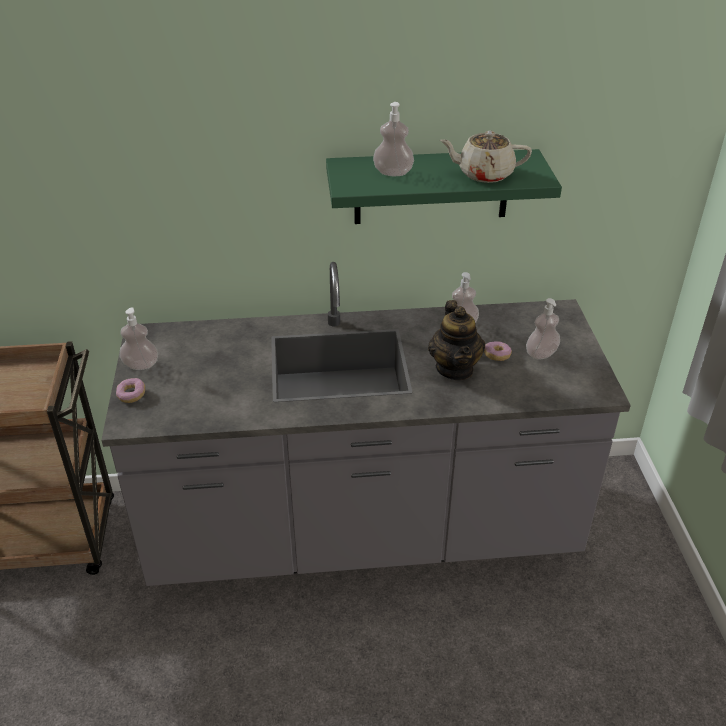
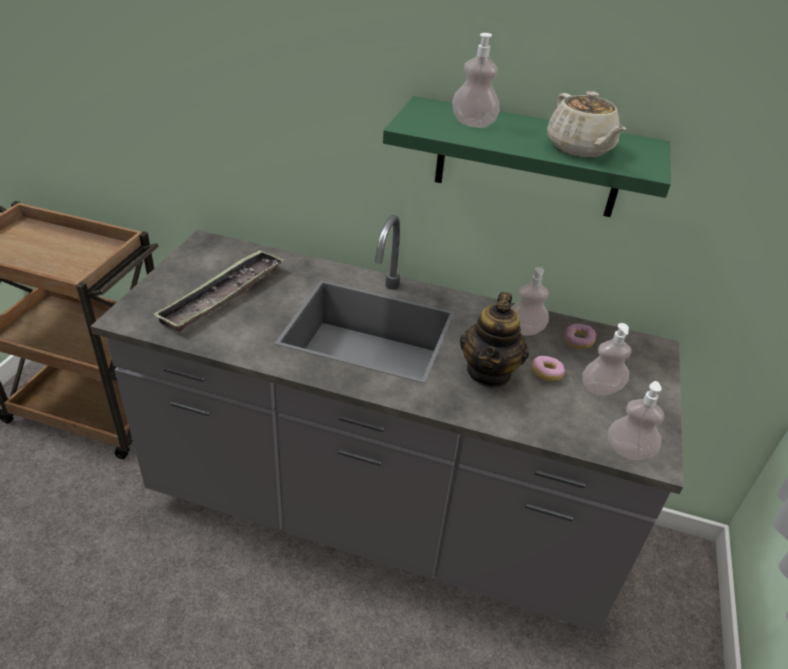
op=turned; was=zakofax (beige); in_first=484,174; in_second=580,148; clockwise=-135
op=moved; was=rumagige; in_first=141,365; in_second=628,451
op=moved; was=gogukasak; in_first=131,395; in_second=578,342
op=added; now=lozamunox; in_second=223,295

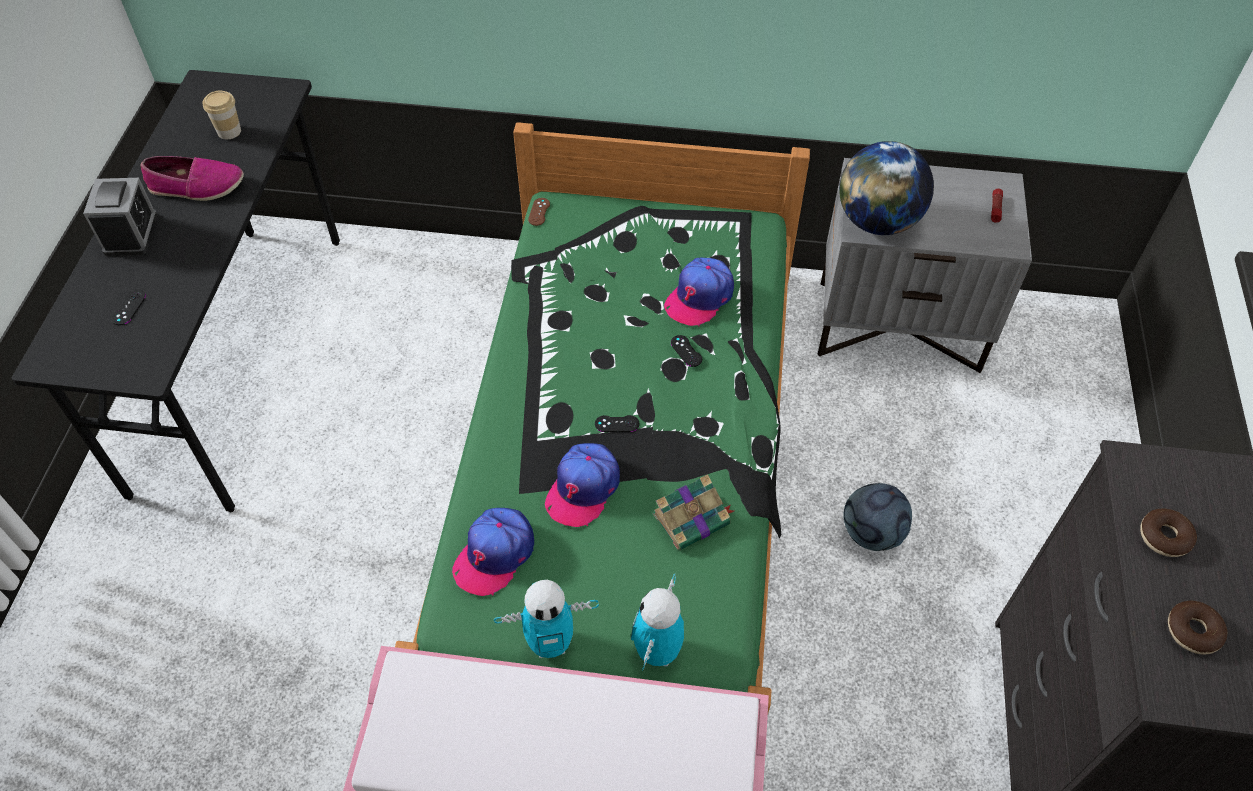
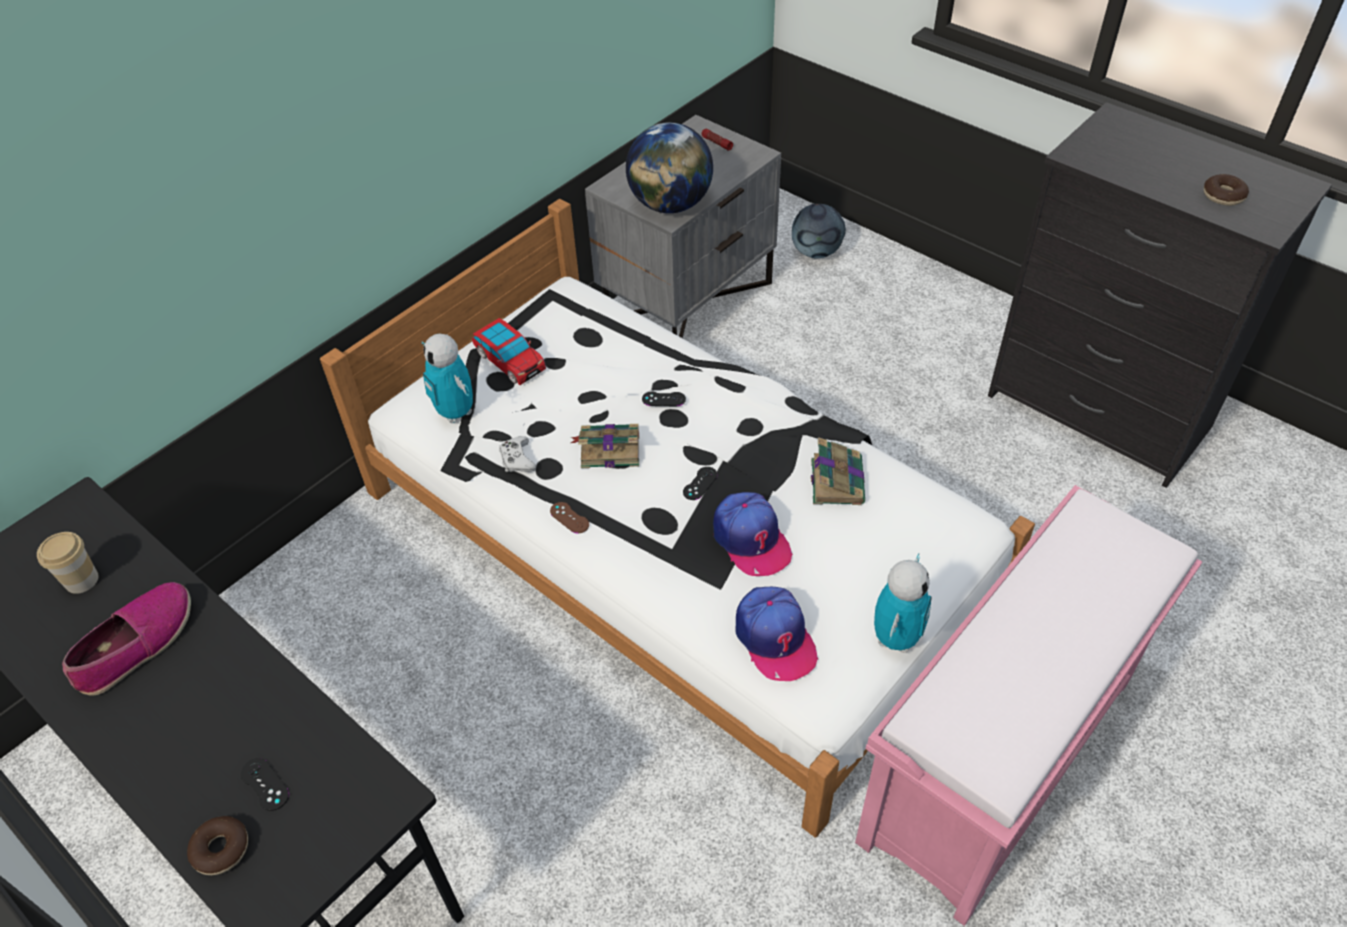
op=recoloured; was=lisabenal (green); now=lisabenal (white); in_first=625,460; in_second=674,541
op=removed; was=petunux; in_first=130,234
op=moved; was=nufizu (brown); in_first=539,212; in_second=569,518
op=removed; was=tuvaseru; in_first=699,297
op=moved; was=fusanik; in_first=872,533; in_second=816,252
op=moved; was=gogukasak; in_first=1164,537; in_second=221,849
op=moved; was=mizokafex; in_first=657,651; in_second=456,412
op=added; now=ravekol; in_second=510,361
op=added; now=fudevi; in_second=608,449
op=added; now=nufizu (white); in_second=517,459

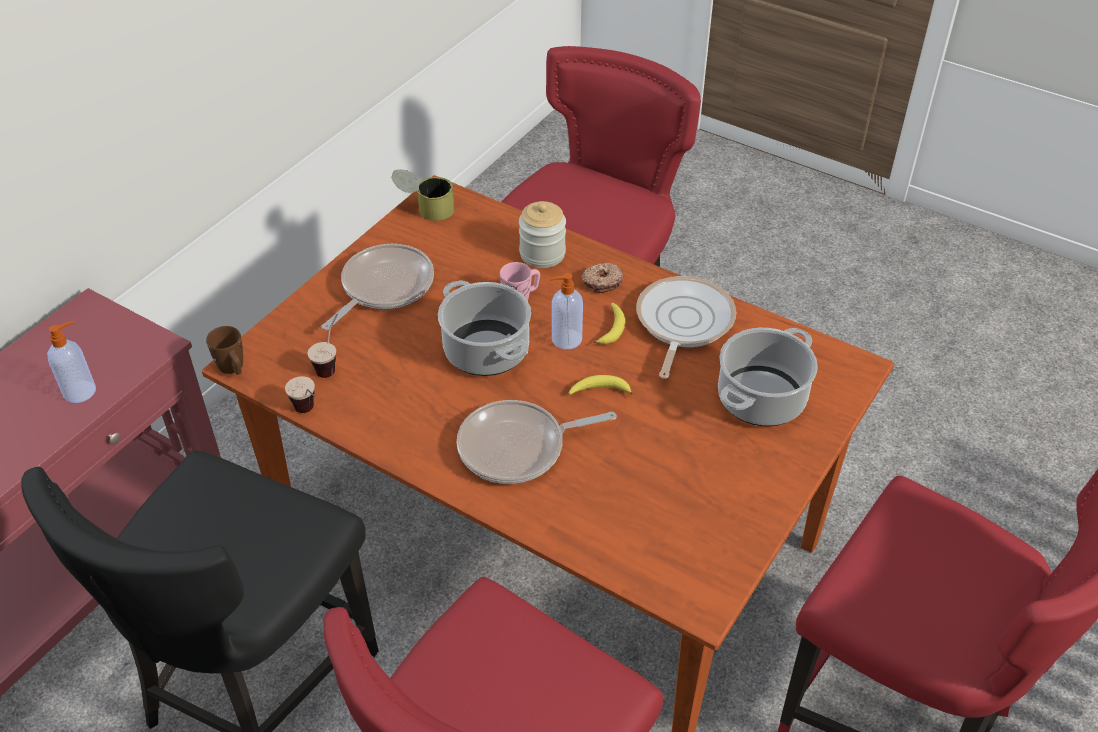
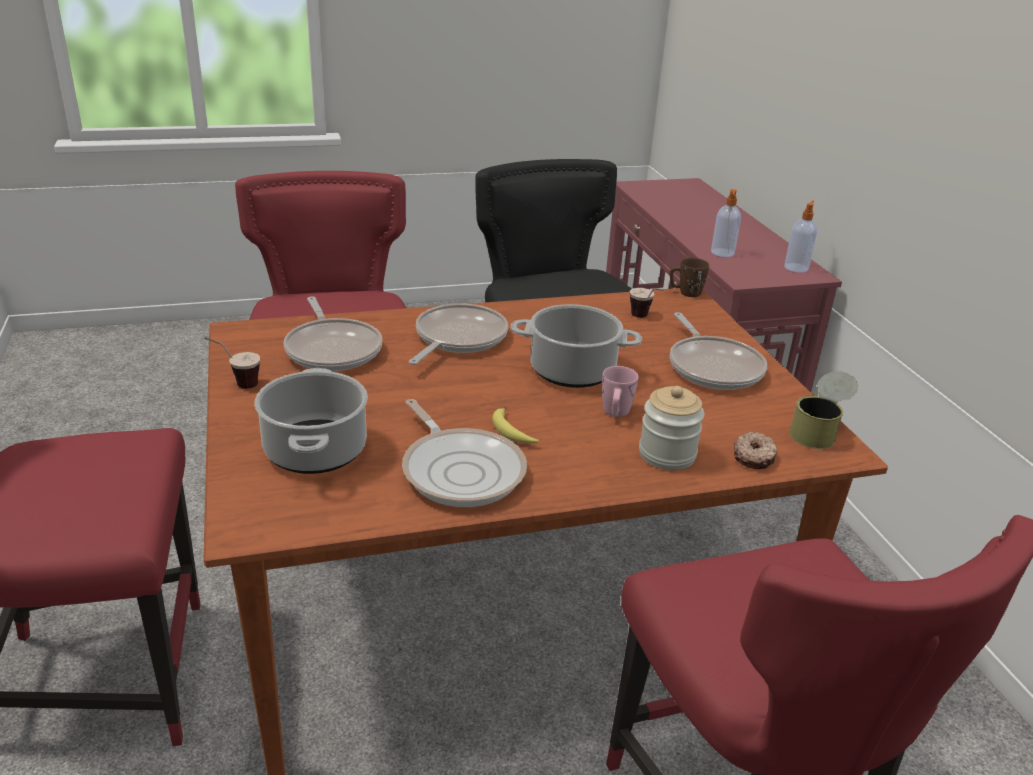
op=moved; was=gogukasak; in_first=601,282; in_second=754,457
op=moved; was=rumagige; in_first=565,339; in_second=796,267
op=removed; was=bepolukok; in_first=600,391
op=moved; was=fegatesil; in_first=309,413; in_second=236,383
op=added; now=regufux; in_second=333,349

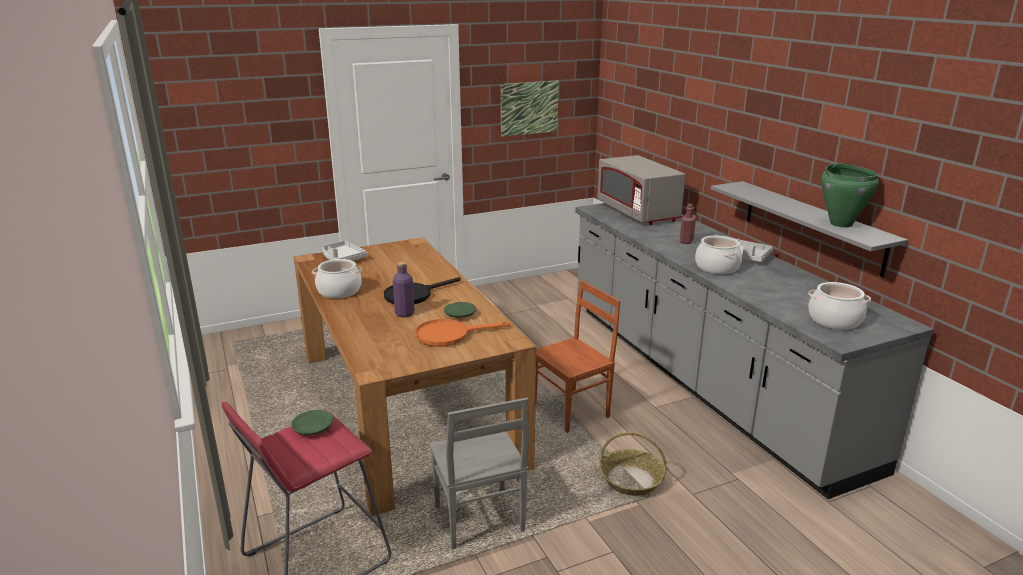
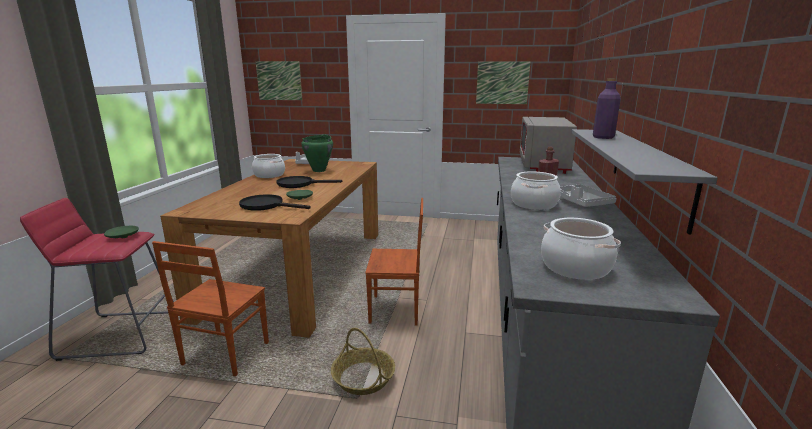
op=moved; was=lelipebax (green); in_first=841,224; in_second=319,170
op=moved; was=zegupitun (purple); in_first=404,313; in_second=603,137
op=recoloured; was=regufux (orange); now=regufux (black); in_first=450,335; in_second=267,206
op=recoloured; was=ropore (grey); now=ropore (brown); in_first=478,520; in_second=224,355
op=added; now=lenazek; in_second=279,80

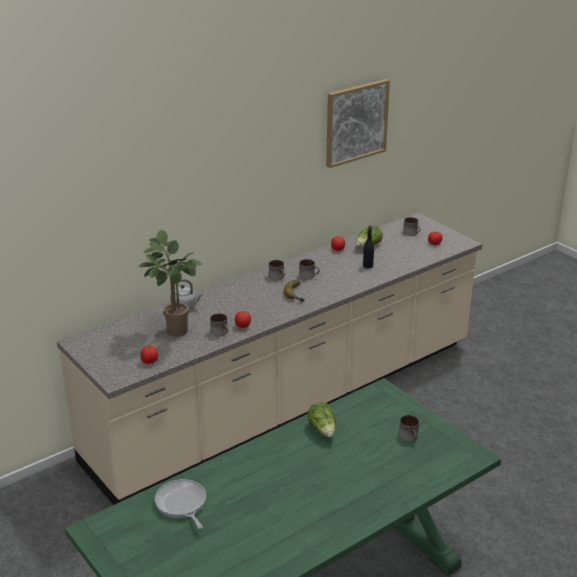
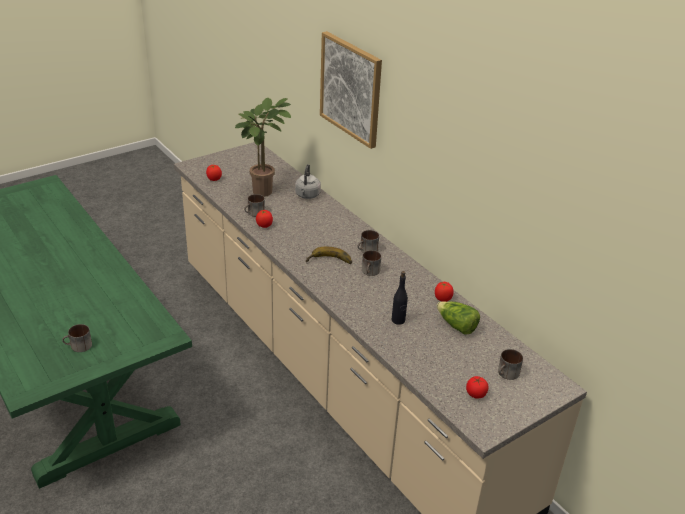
op=moved; was=lenazek; in_first=356,122; in_second=351,89
op=removed; was=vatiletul; in_first=323,430
op=removed; was=regufux; in_first=181,504

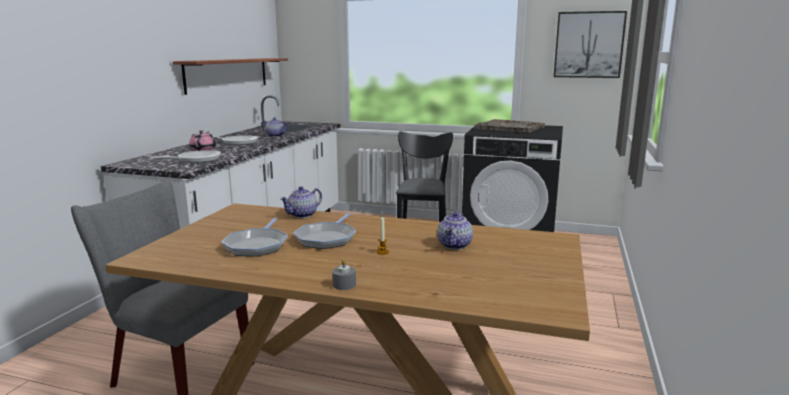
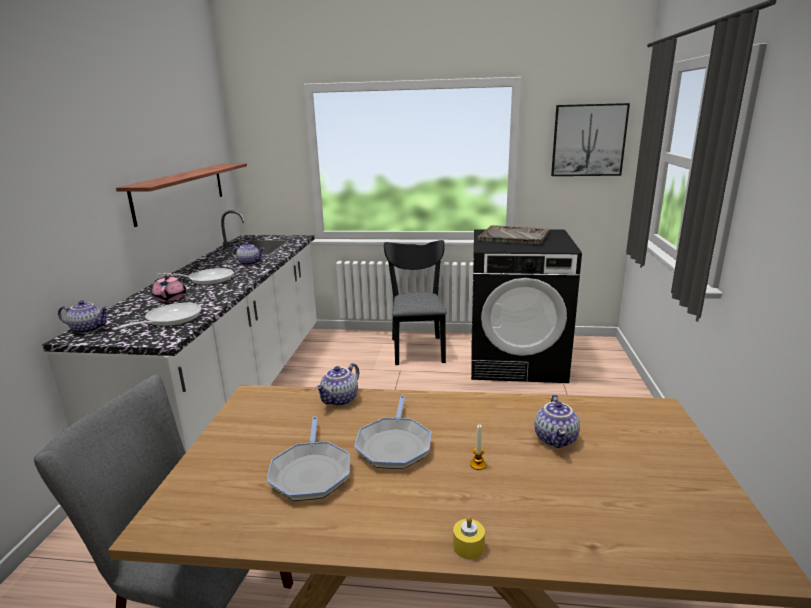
op=recoloured; was=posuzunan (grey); now=posuzunan (yellow); in_first=344,284; in_second=468,546
op=added; now=zakofax; in_second=89,329

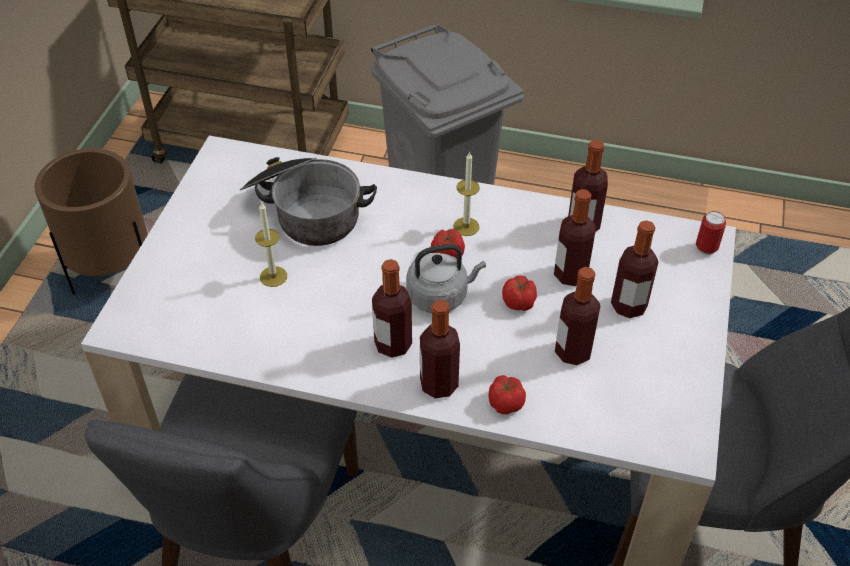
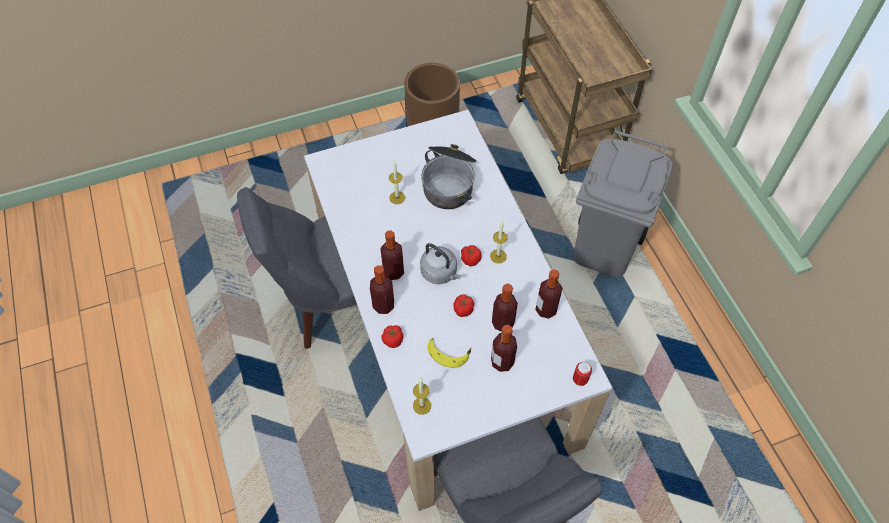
op=replaced; was=zegupitun; now=bepolukok; in_first=573,352; in_second=449,352
op=added; now=posuzunan; in_second=422,405

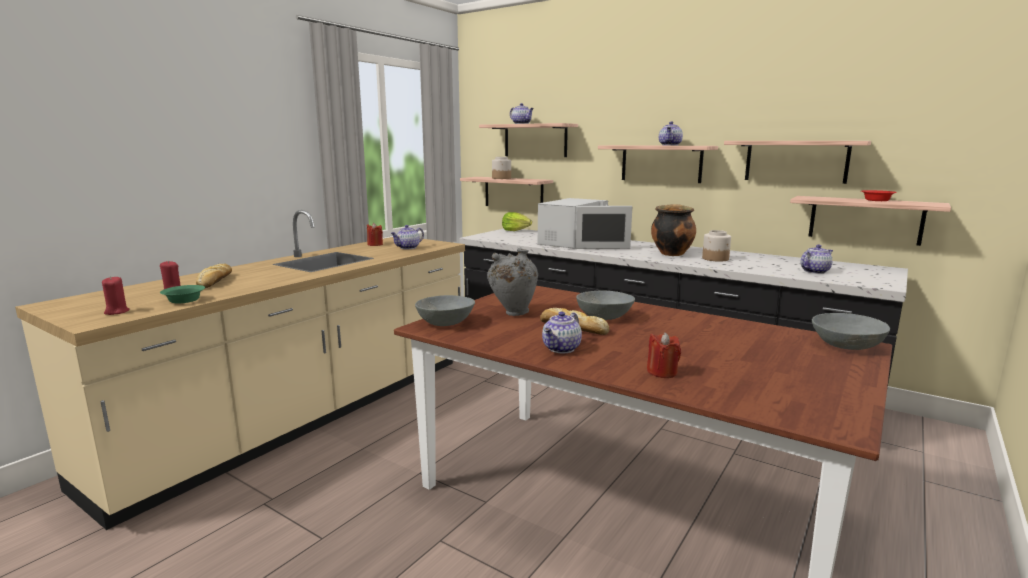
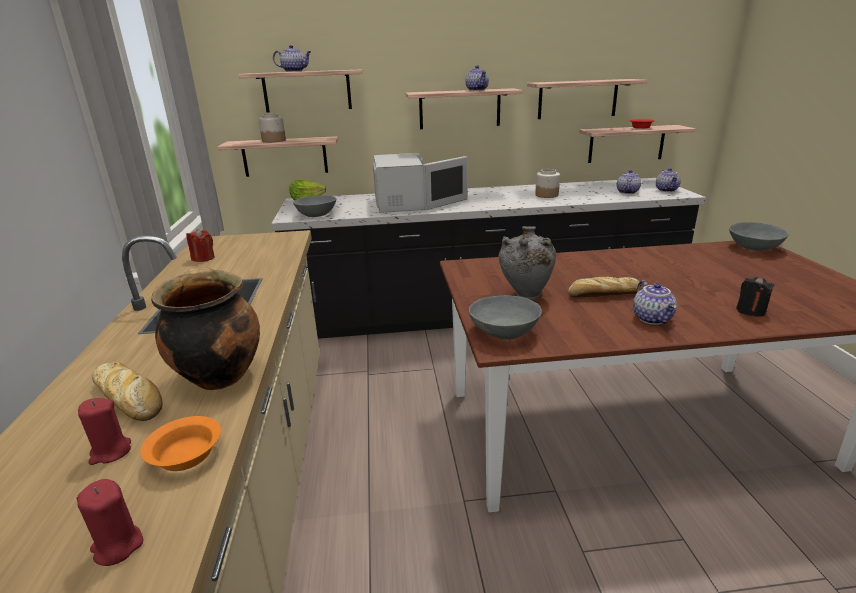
op=moved; was=lelipebax; in_first=671,253; in_second=219,375
op=moved; was=zakofax; in_first=408,248; in_second=667,190
op=recoloured; was=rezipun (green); now=rezipun (orange); in_first=183,300; in_second=184,457
op=moved; was=rezipun (grey); in_first=605,317; in_second=317,215
op=recoloured; was=posuzunan (red); now=posuzunan (black); in_first=662,372; in_second=750,311

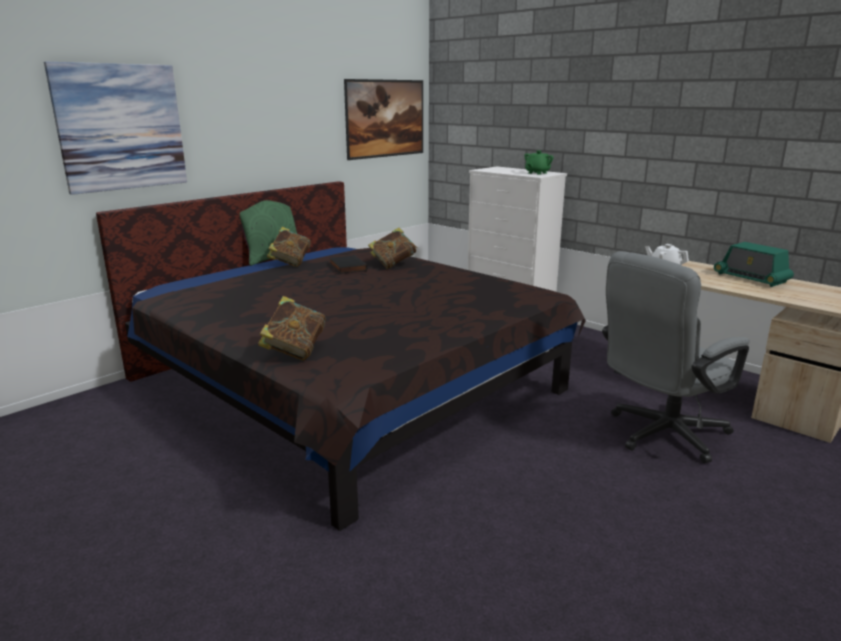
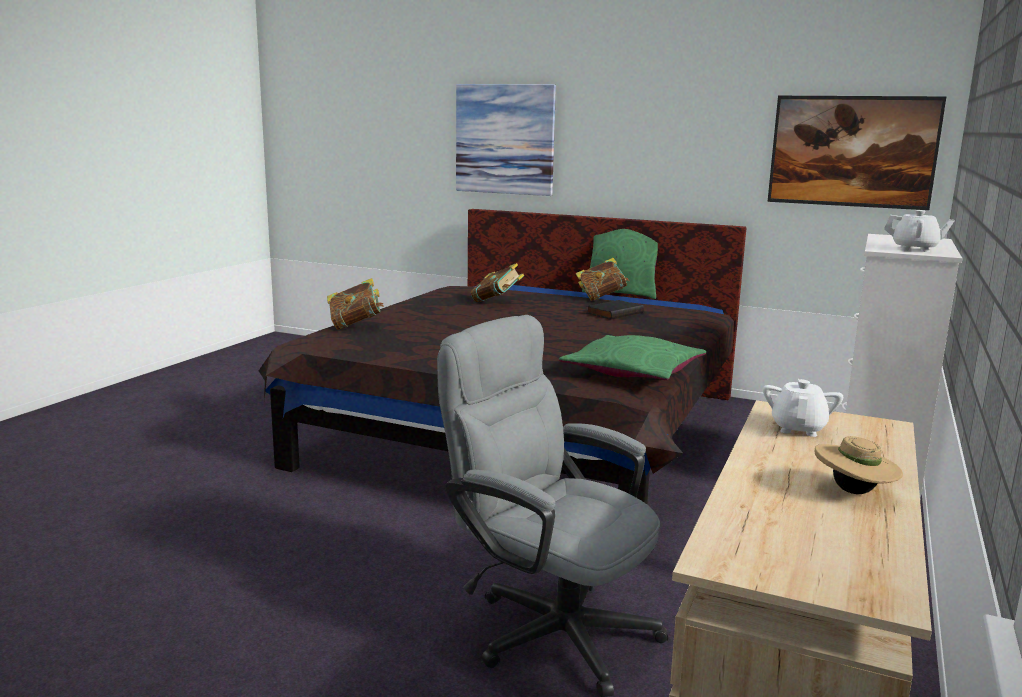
op=recoloured; was=zakofax (green); now=zakofax (white); in_first=537,173; in_second=915,249
op=moved; was=fudevi; in_first=393,264; in_second=497,302
op=replaced; was=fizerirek; now=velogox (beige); in_first=751,278; in_second=853,492
op=added; now=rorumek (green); in_second=633,372

